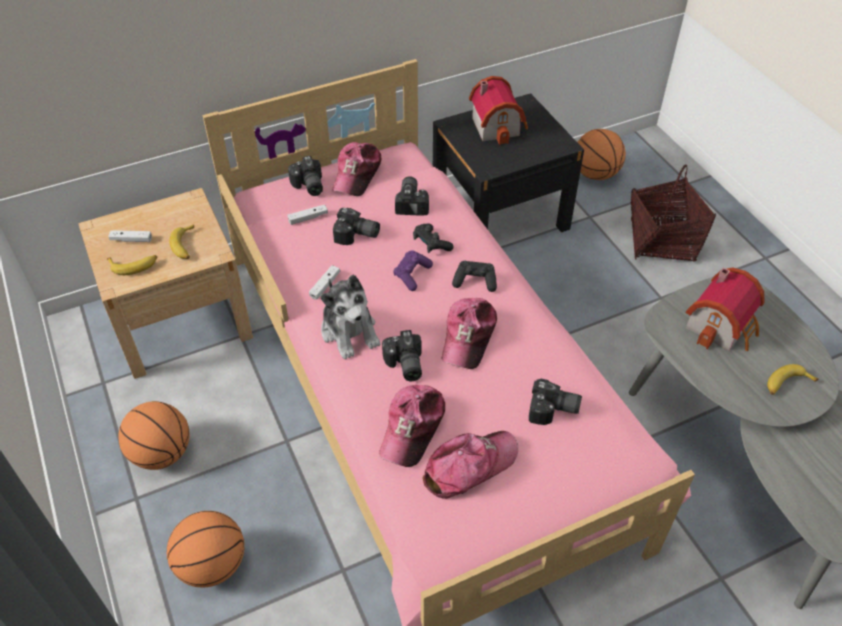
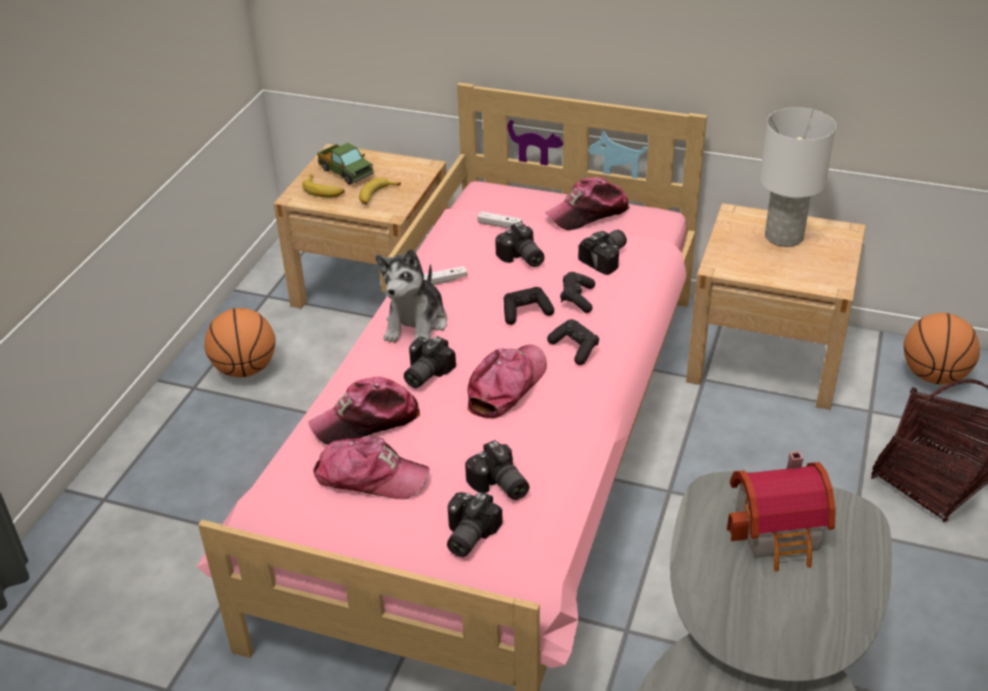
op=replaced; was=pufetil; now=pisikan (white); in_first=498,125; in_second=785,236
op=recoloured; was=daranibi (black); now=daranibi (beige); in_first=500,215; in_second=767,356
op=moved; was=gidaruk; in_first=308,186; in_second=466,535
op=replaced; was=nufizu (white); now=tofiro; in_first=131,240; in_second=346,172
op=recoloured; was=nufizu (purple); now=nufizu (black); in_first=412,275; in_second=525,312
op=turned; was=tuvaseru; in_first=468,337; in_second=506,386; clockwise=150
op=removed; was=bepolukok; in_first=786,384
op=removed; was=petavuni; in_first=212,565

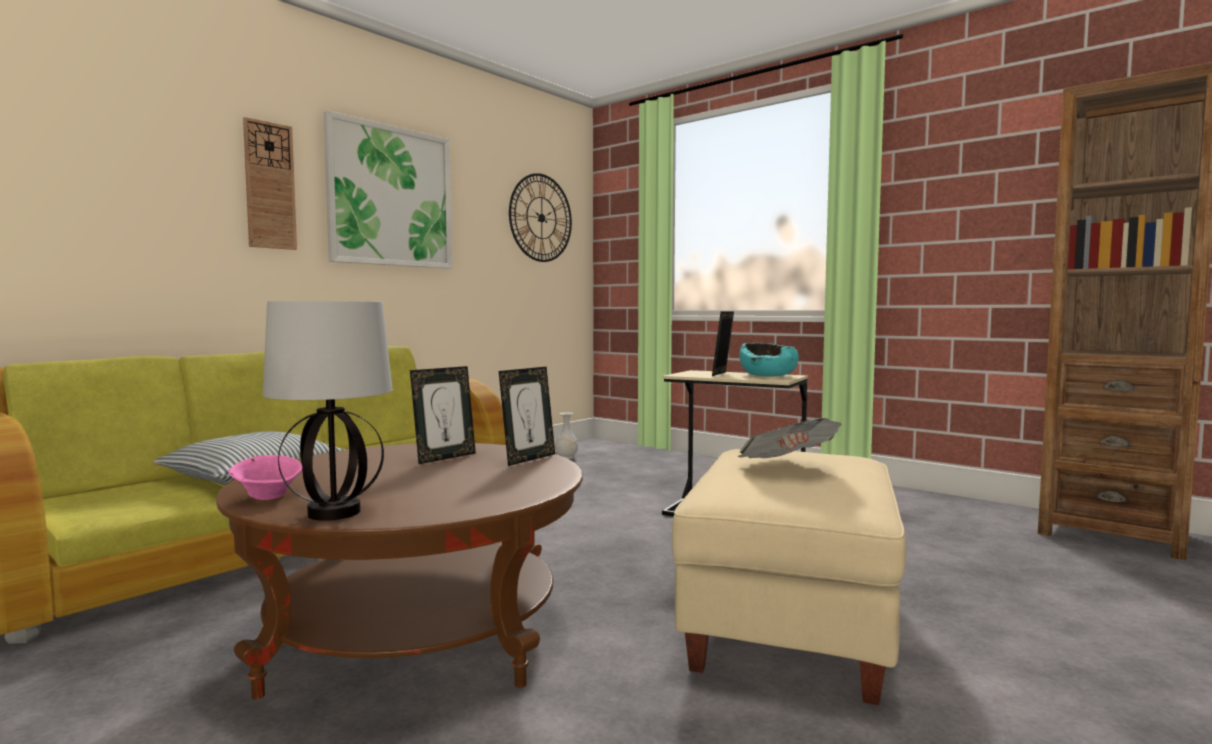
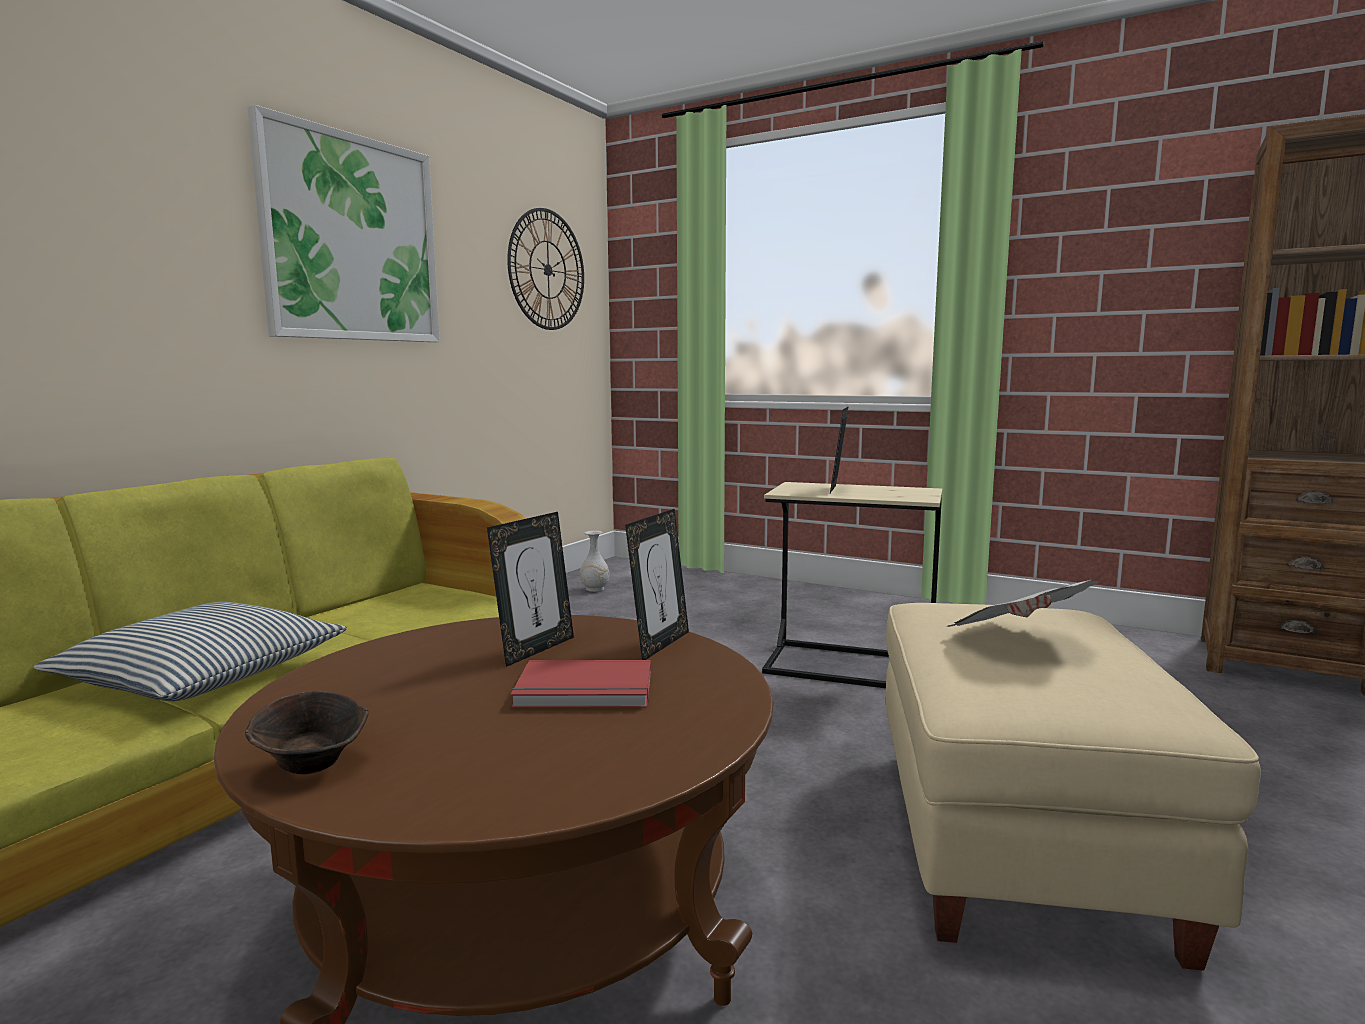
op=removed; was=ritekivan; in_first=270,186
op=removed; was=pisikan; in_first=332,513
op=removed; was=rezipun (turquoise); in_first=768,375
op=recoloured; was=rezipun (pink); now=rezipun (brown); in_first=269,497; in_second=313,765
op=added; now=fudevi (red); in_second=585,691

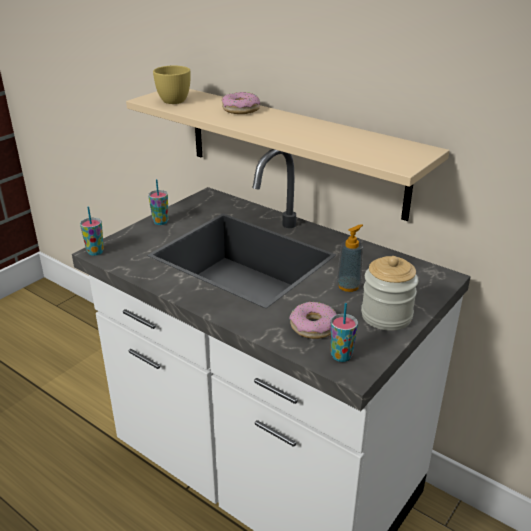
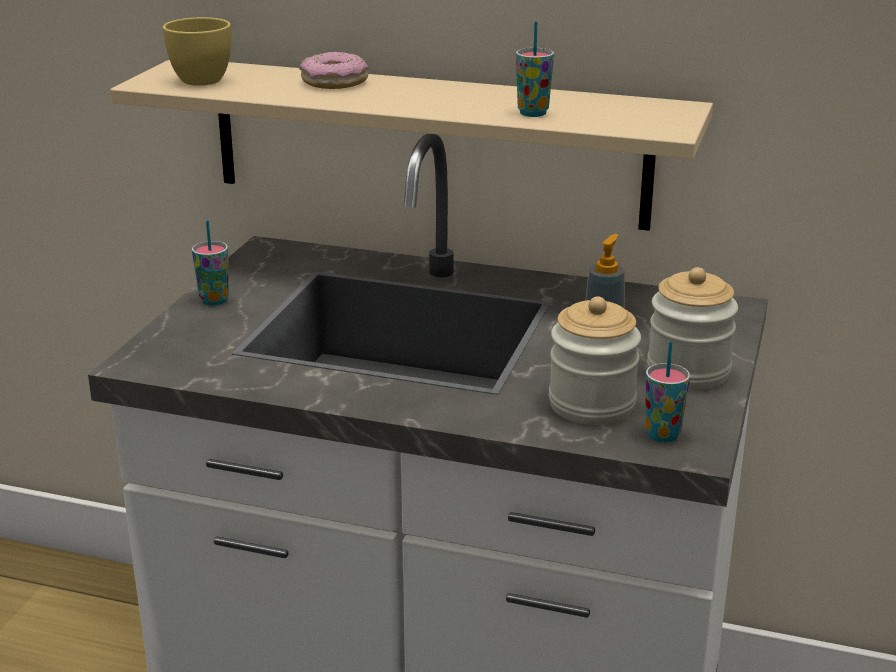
op=moved; was=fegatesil; in_first=95,252; in_second=533,113
op=replaced; was=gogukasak; now=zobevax; in_first=313,326; in_second=591,405

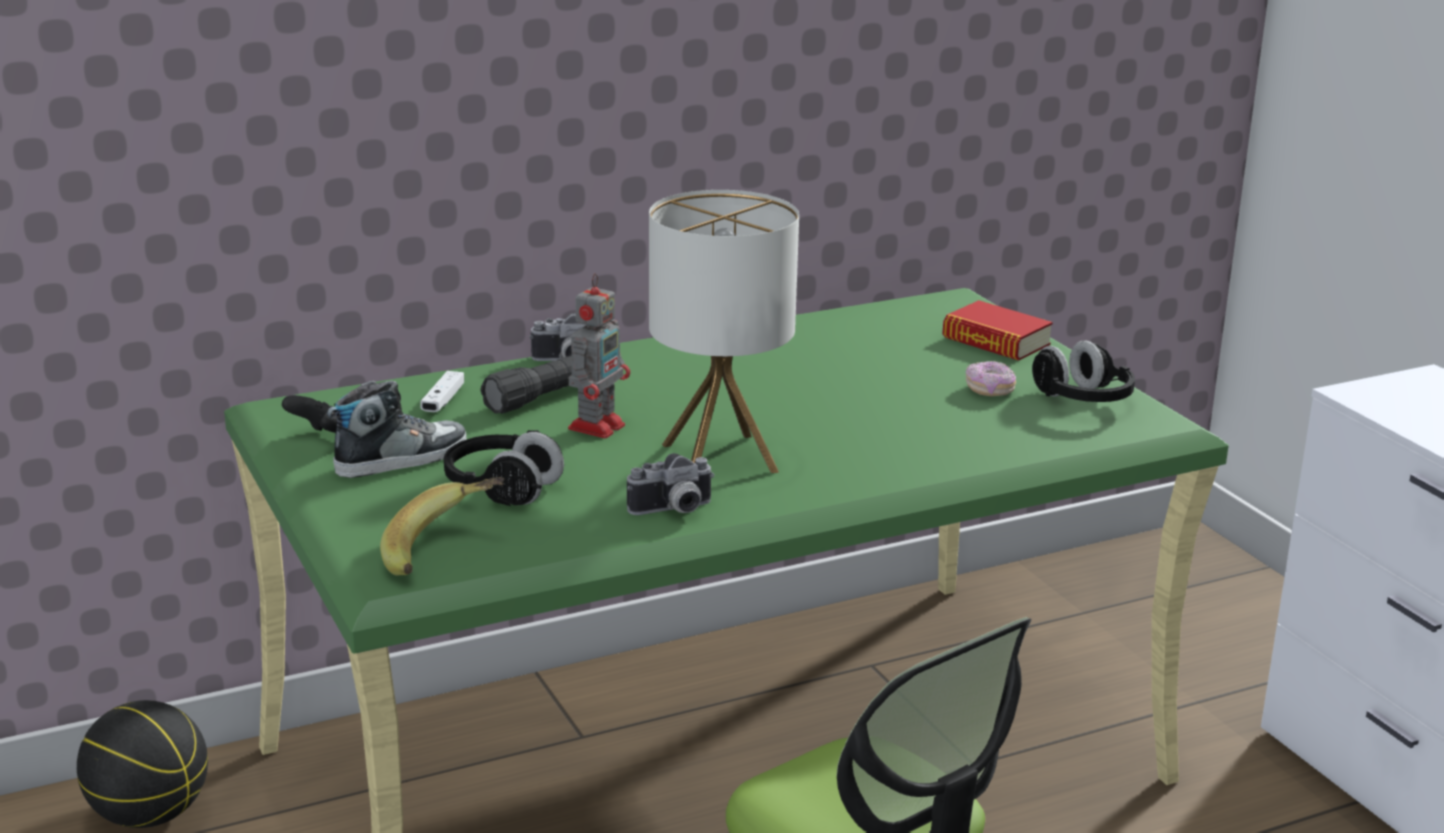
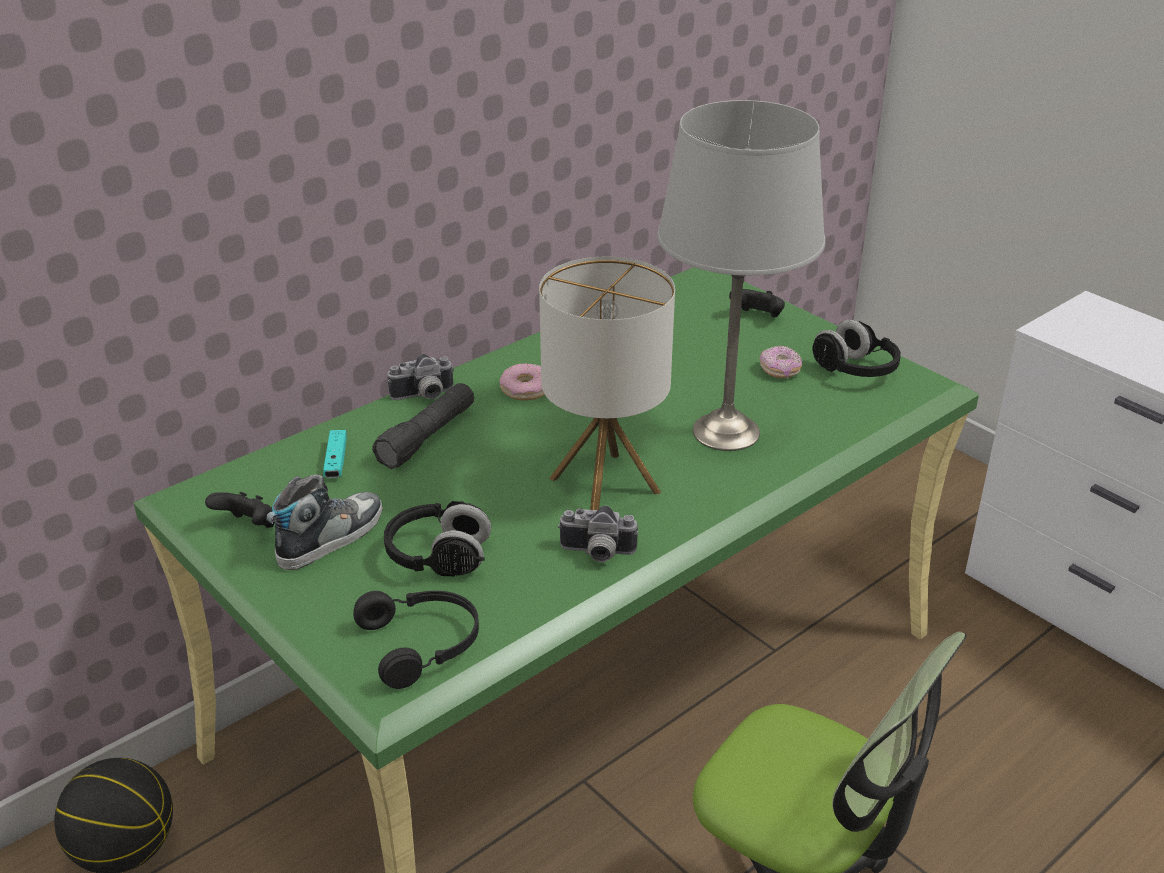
op=removed; was=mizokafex; in_first=598,426
op=replaced; was=fudevi; now=nufizu (black); in_first=996,341; in_second=757,317
op=recoloured; was=nufizu (white); now=nufizu (turquoise); in_first=443,401; in_second=336,461
op=turned; was=gidaruk; in_first=673,511; in_second=597,554; clockwise=45
op=replaced; was=bepolukok; now=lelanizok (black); in_first=444,552; in_second=423,644
op=added; now=pisikan (grey); in_second=727,431
op=added; now=gogukasak; in_second=526,389

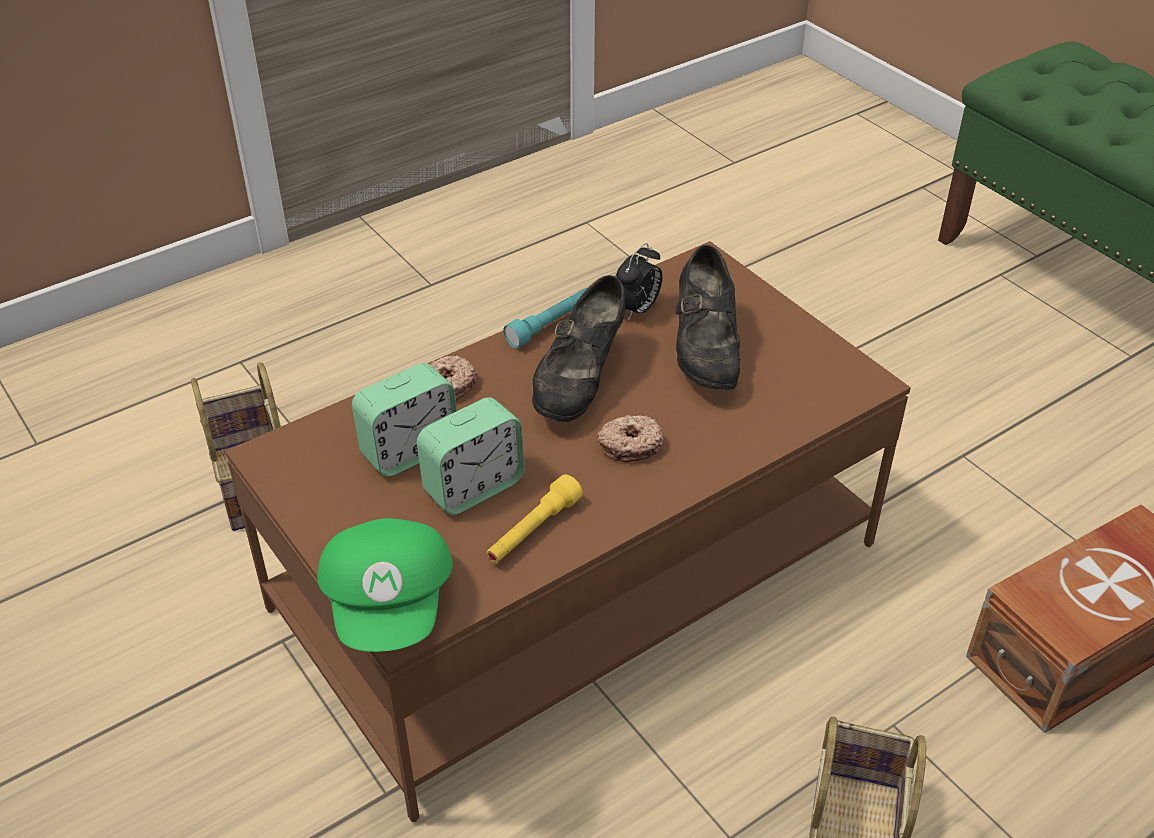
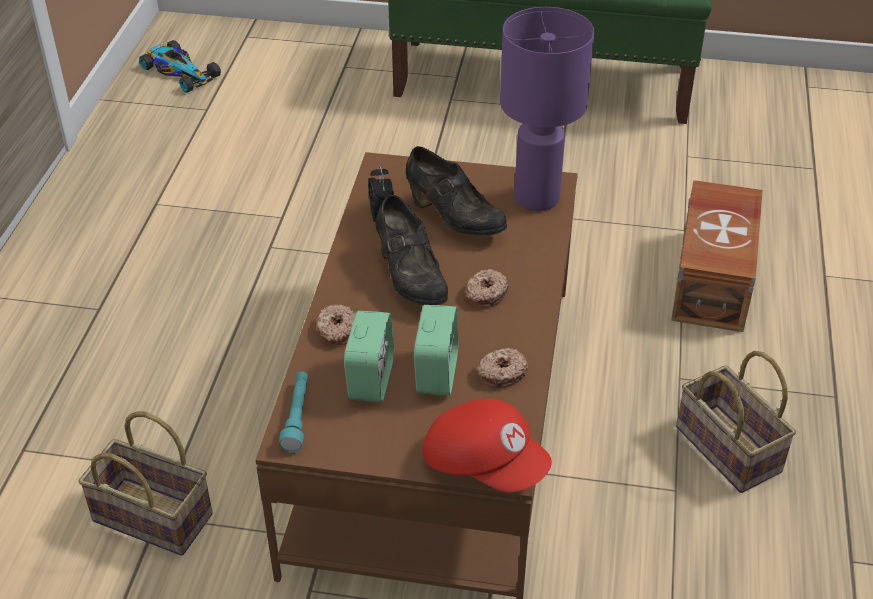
op=moved; was=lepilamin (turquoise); in_first=551,325; in_second=297,417
op=replaced; was=lepilamin (yellow); now=gogukasak; in_first=533,531; in_second=501,373
op=recoloured; was=tuvaseru (green); now=tuvaseru (red); in_first=391,604; in_second=485,463
op=added; now=pisikan (purple); in_second=535,197
op=added; now=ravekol; in_second=179,71

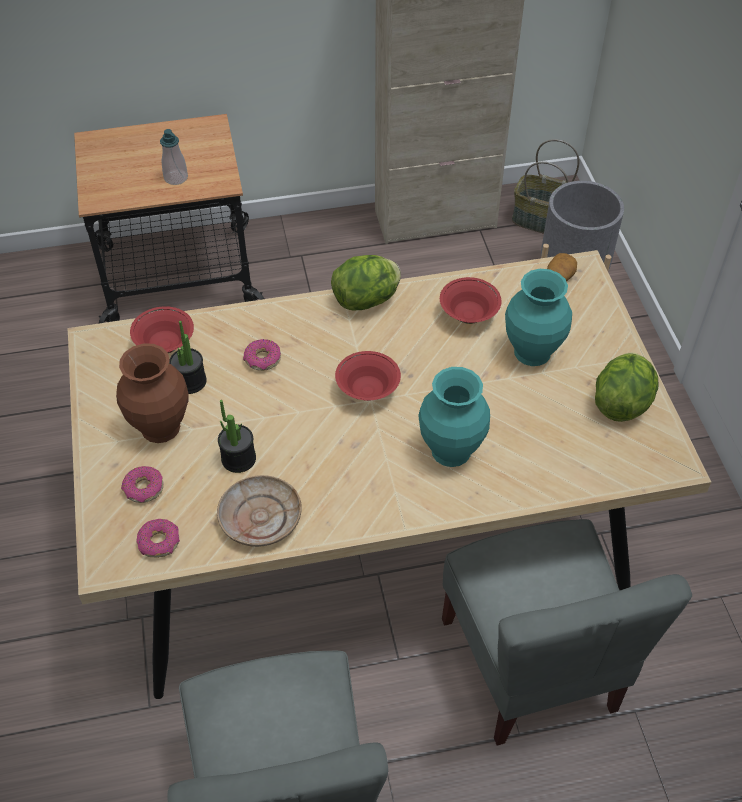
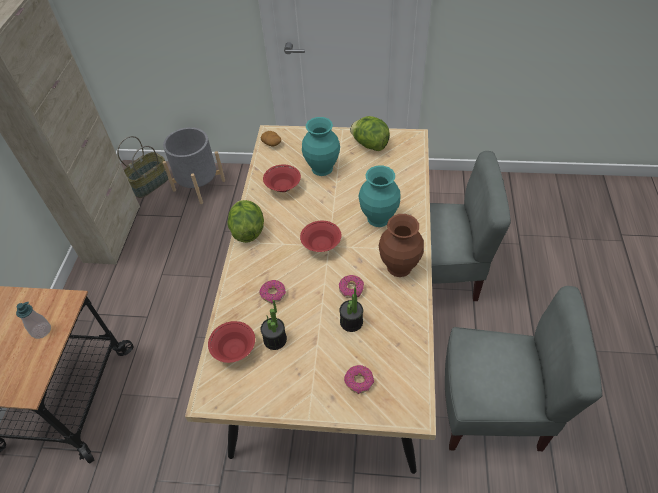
op=moved; was=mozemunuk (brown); in_first=159,426; in_second=398,267
op=removed; was=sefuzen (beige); in_first=260,518
op=moved; was=gogukasak; in_first=159,542; in_second=351,289

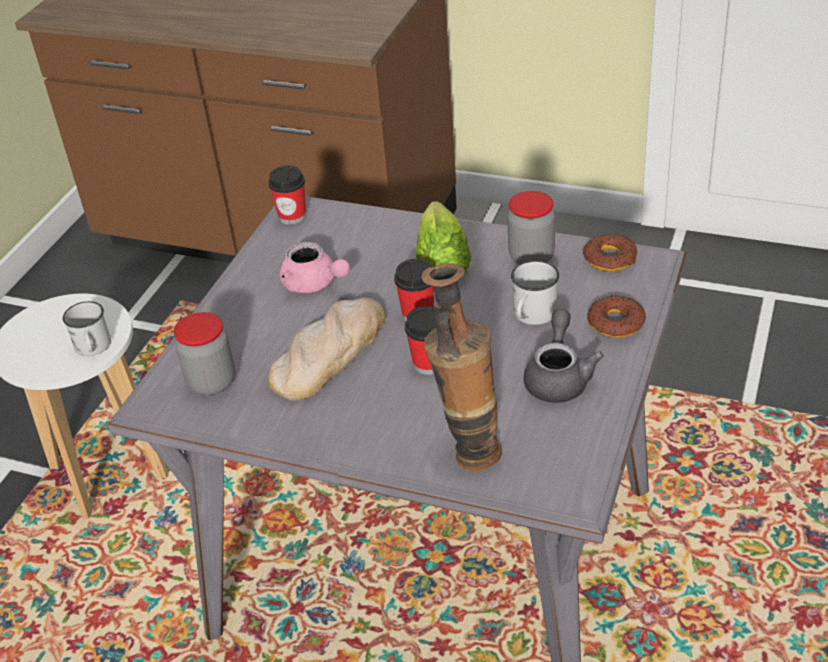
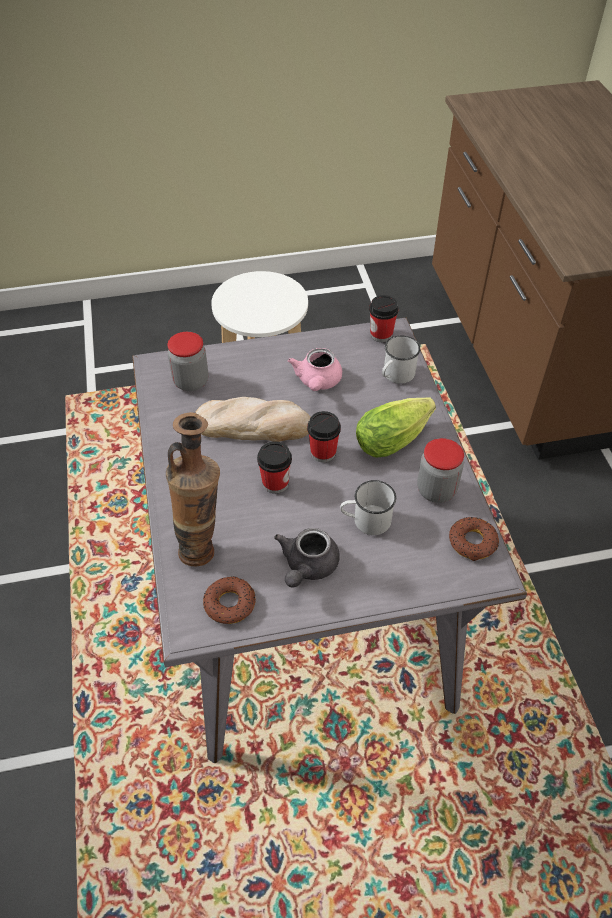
op=moved; was=gogukasak; in_first=615,322; in_second=230,603
op=moved; was=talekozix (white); in_first=93,348; in_second=395,376
op=turned; was=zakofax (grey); in_first=558,377; in_second=307,567; clockwise=135

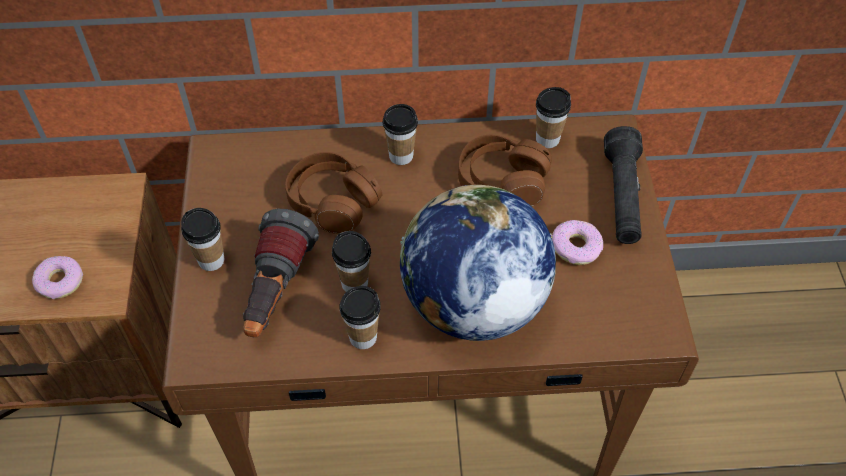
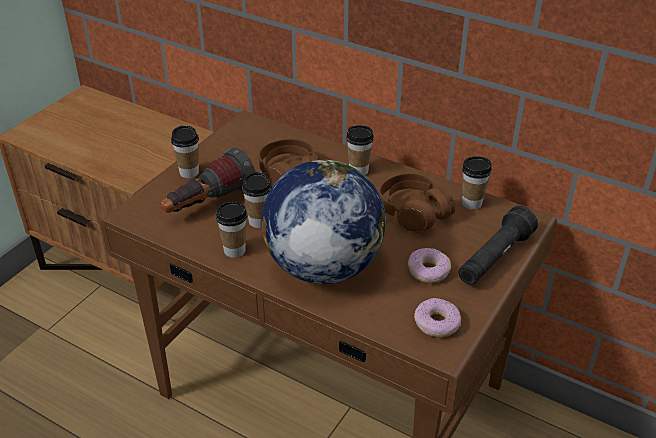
op=moved; was=gogukasak; in_first=60,282; in_second=436,323

